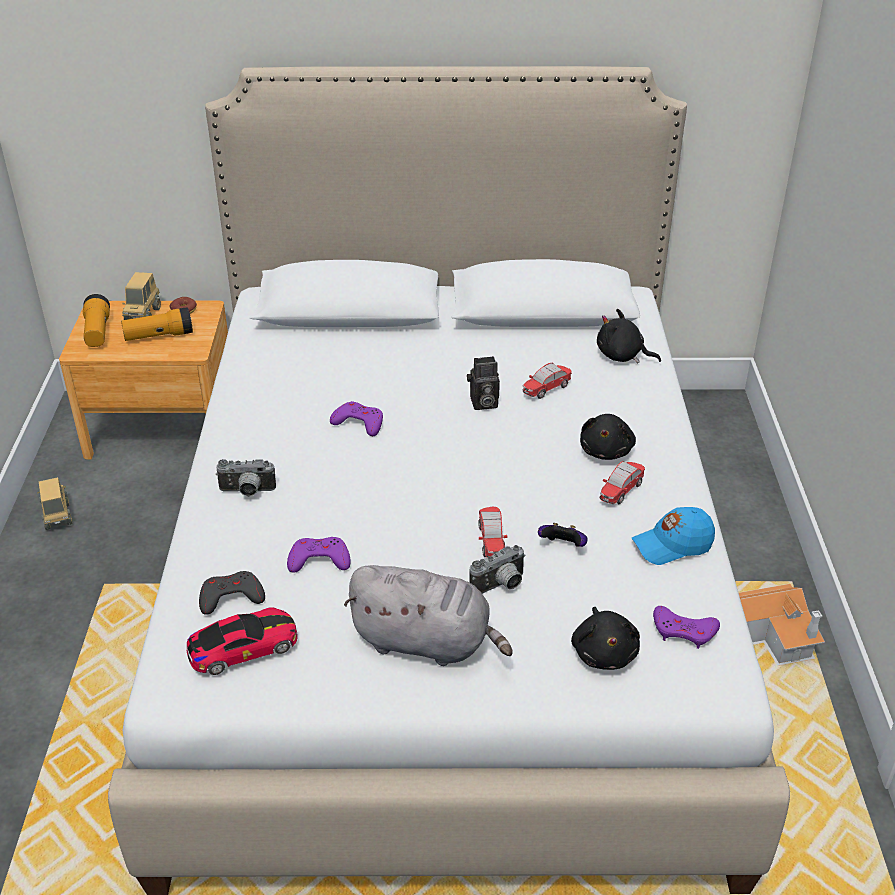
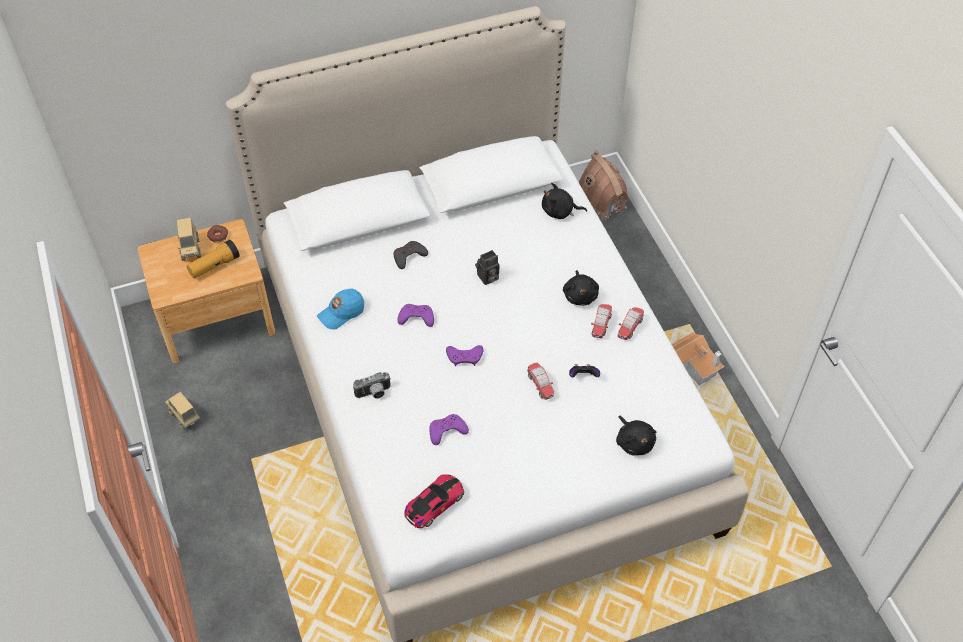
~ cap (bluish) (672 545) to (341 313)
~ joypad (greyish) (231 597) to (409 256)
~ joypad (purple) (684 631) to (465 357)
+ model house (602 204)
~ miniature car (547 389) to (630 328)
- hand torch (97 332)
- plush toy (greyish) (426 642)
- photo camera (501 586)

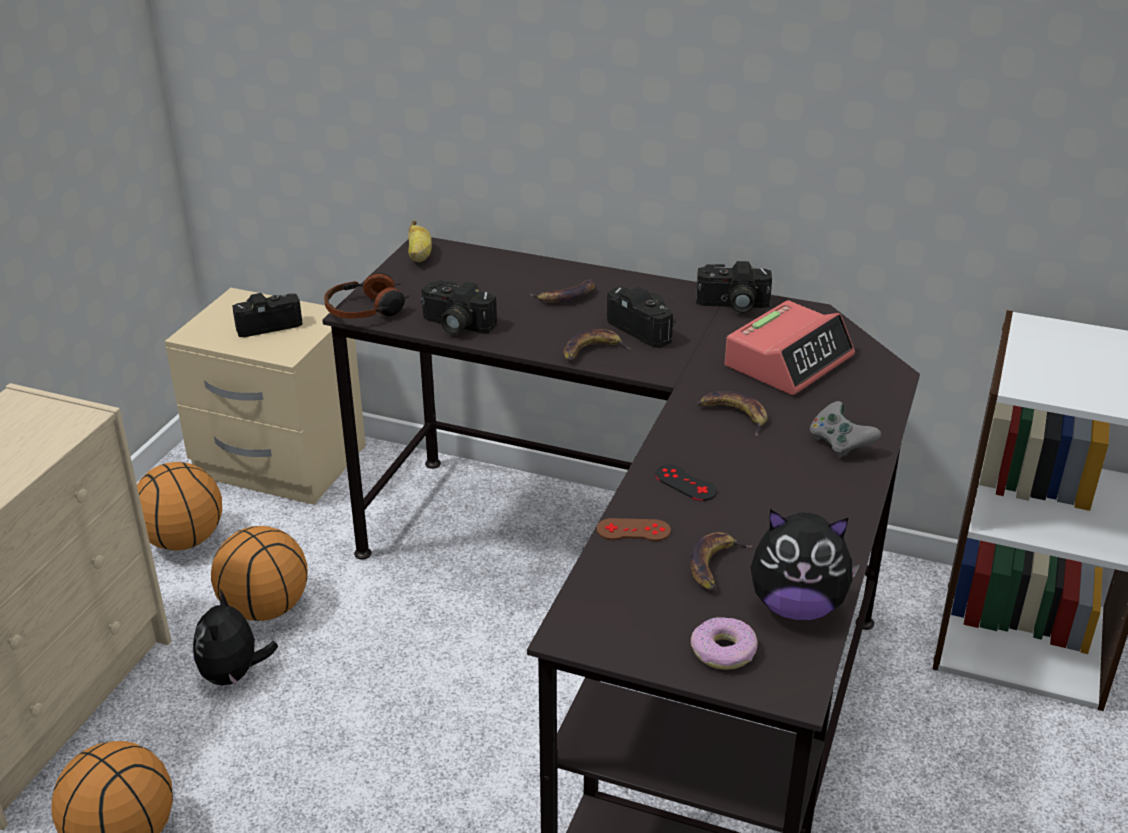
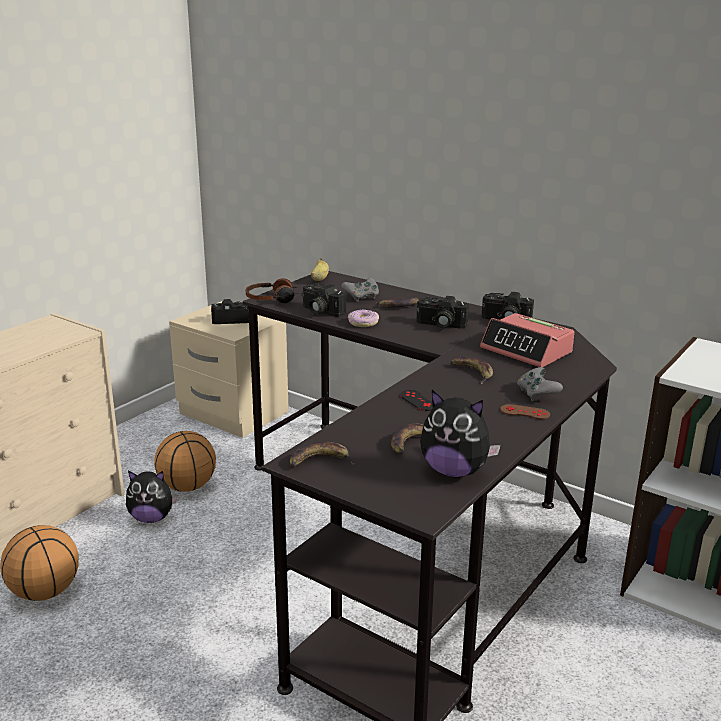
~ plush toy (234 675) = (152 518) 105 degrees counterclockwise
~ whole banana (592 351) to (319 461)
+ joypad (greyish) (361 297)
~ ring doughnut (724 651) to (363 323)
~ photo camera (645 328) = (440 325) 135 degrees clockwise
~ bedside clock (788 361) = (526 351) 75 degrees clockwise
~ joypad (brown-coloured) (633 530) to (524 412)
- basketball (185 540)

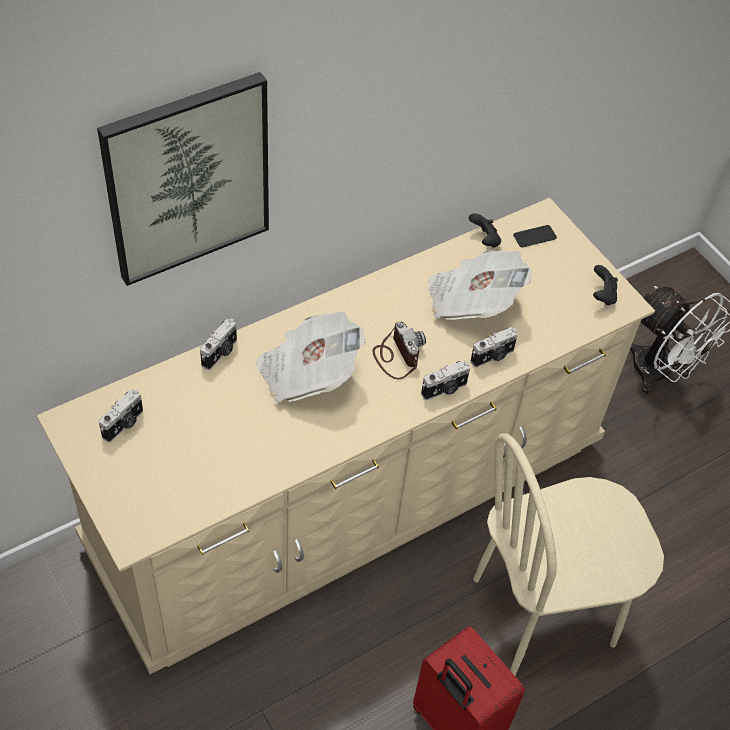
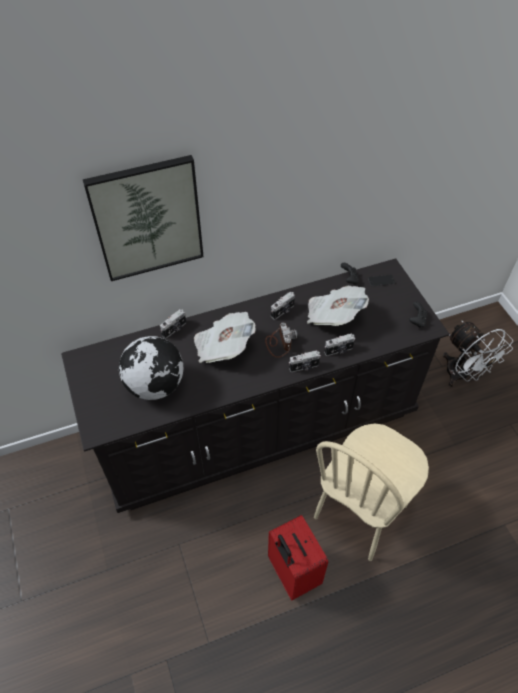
~ chest of drawers (beige-coloured) (350 495) to chest of drawers (black-coloured) (258 424)
+ globe (156 385)
~ photo camera (124 424) to (283 311)
~ plain chair (beige-coloured) (543 613) = (361 512) 45 degrees counterclockwise

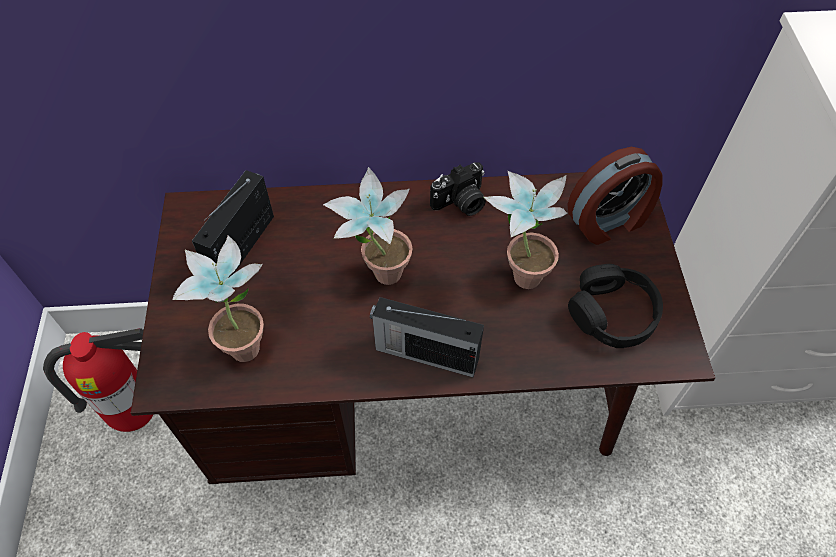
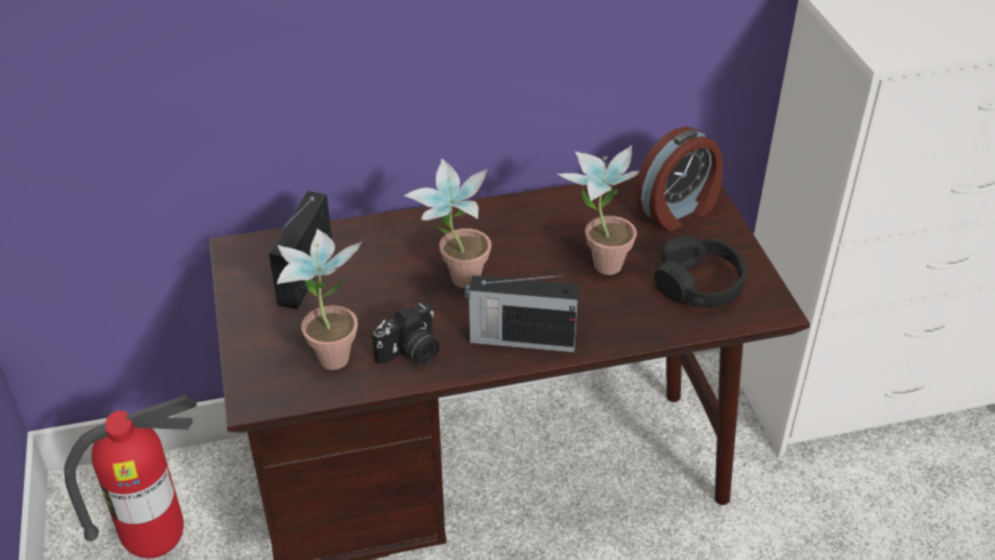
~ photo camera (461 203) to (411 353)

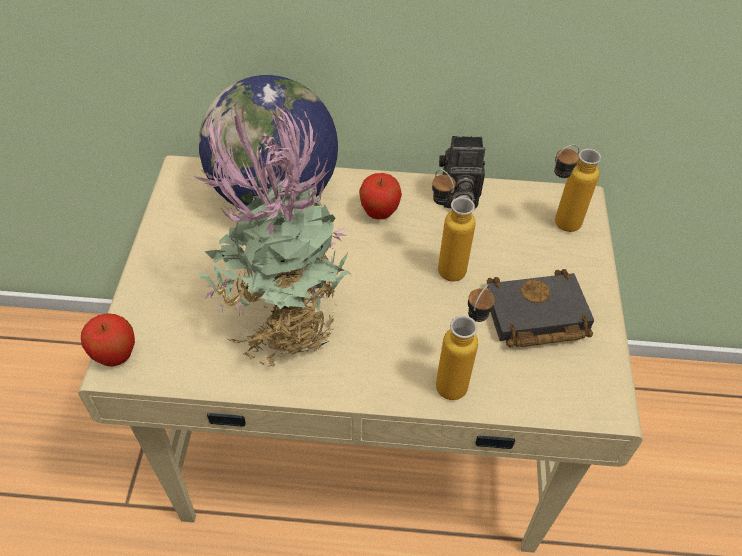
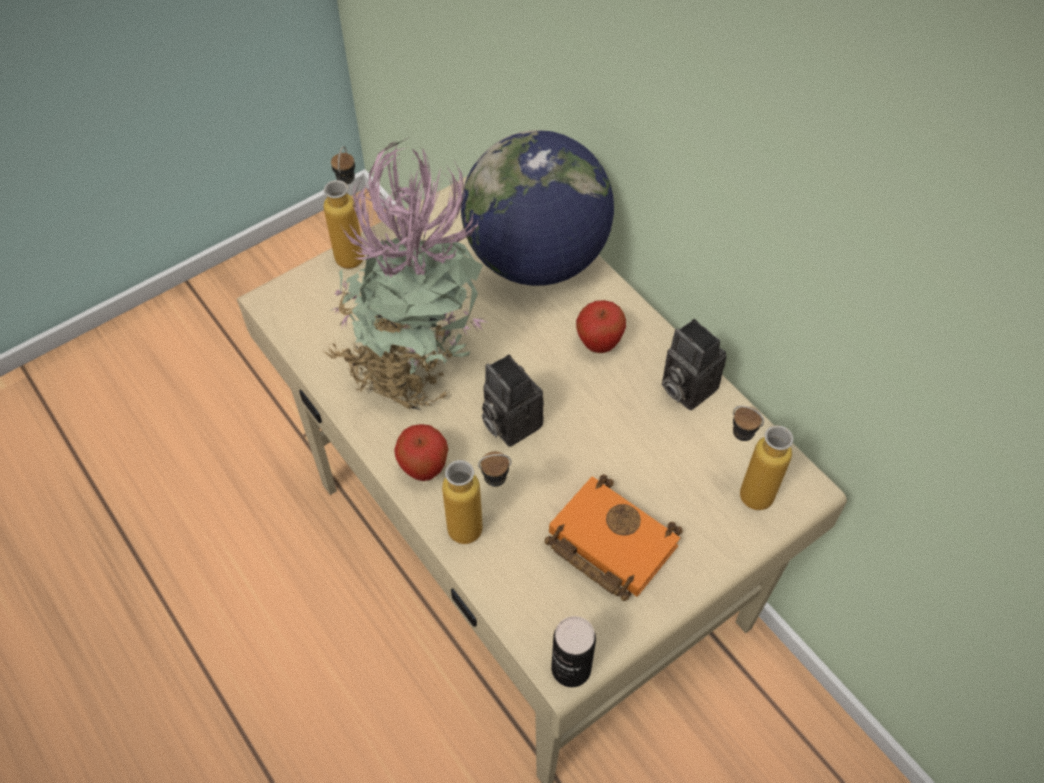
~ beverage bottle (443 264) to (353 249)
~ apple fruit (116 356) to (424 469)
+ photo camera (509 422)
~ bound book (black-coloured) (534 316) to bound book (orangey) (607 542)
+ sealed can (571 668)

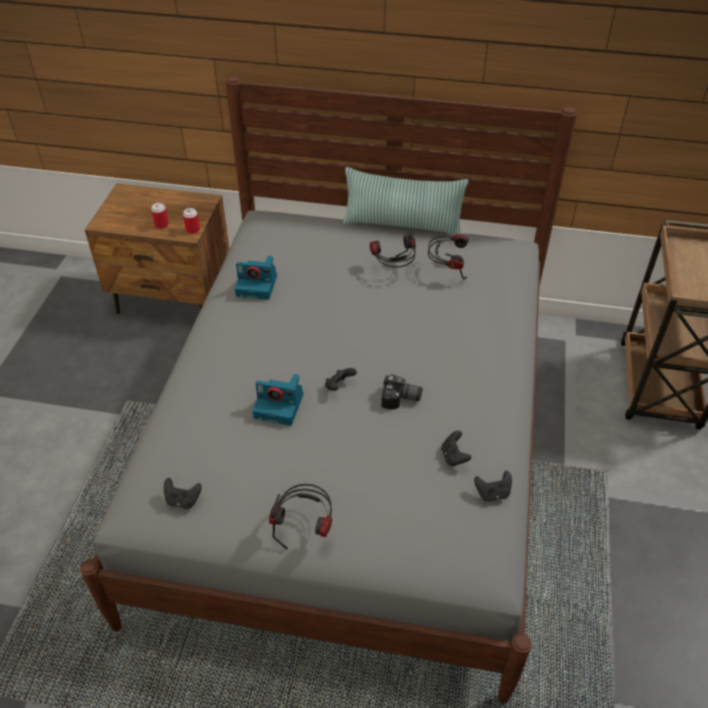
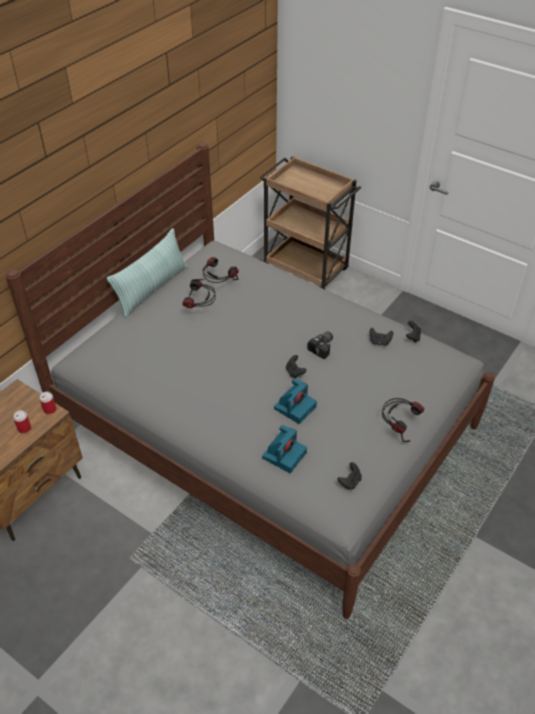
~ photo camera (258 285) to (284 454)

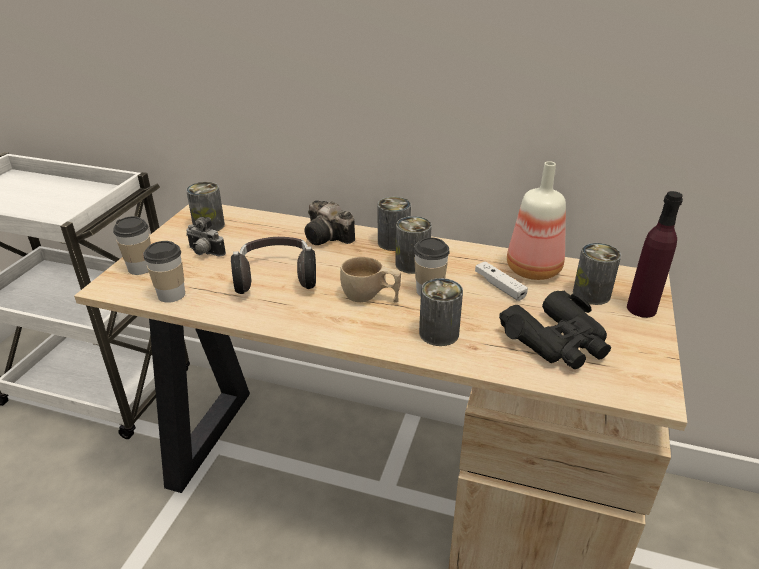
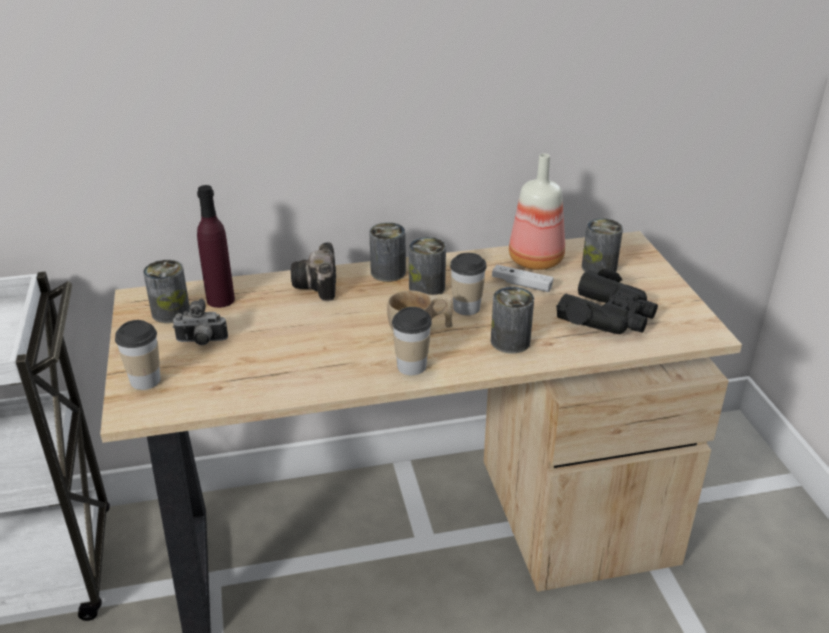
~ beverage bottle (purple) (641 309) to (220 300)
~ photo camera (329 237) = (318 286) 75 degrees clockwise
~ small cup (171 295) to (411 366)
- headset (276 278)

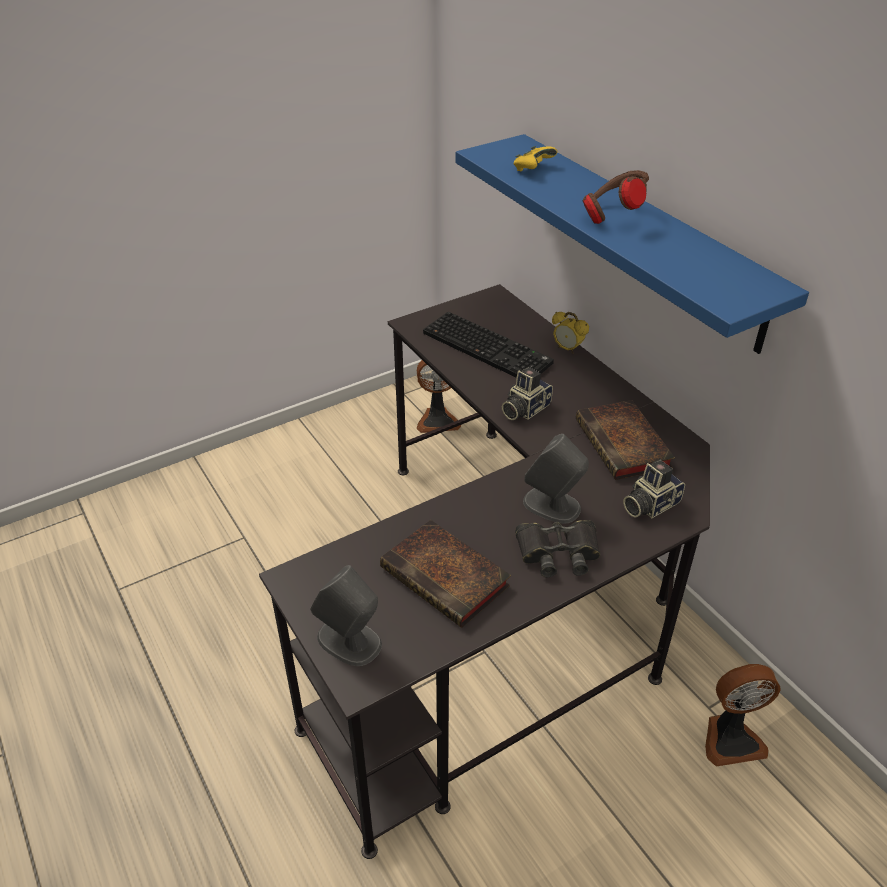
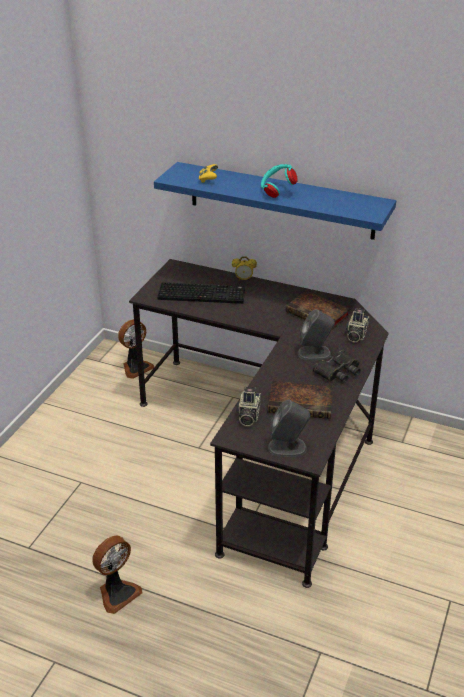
~ cooling fan (731 738) to (117 593)
~ photo camera (524 409) to (248 416)
~ headset (brown-coloured) (613 216) to headset (turquoise) (277 191)

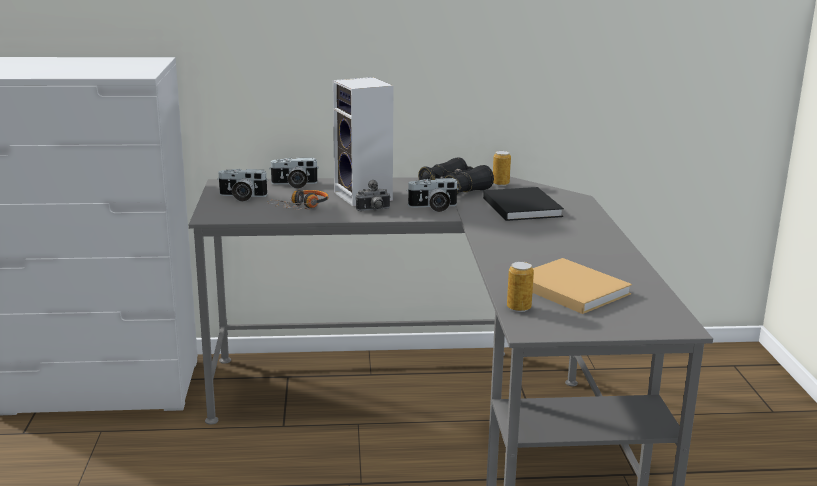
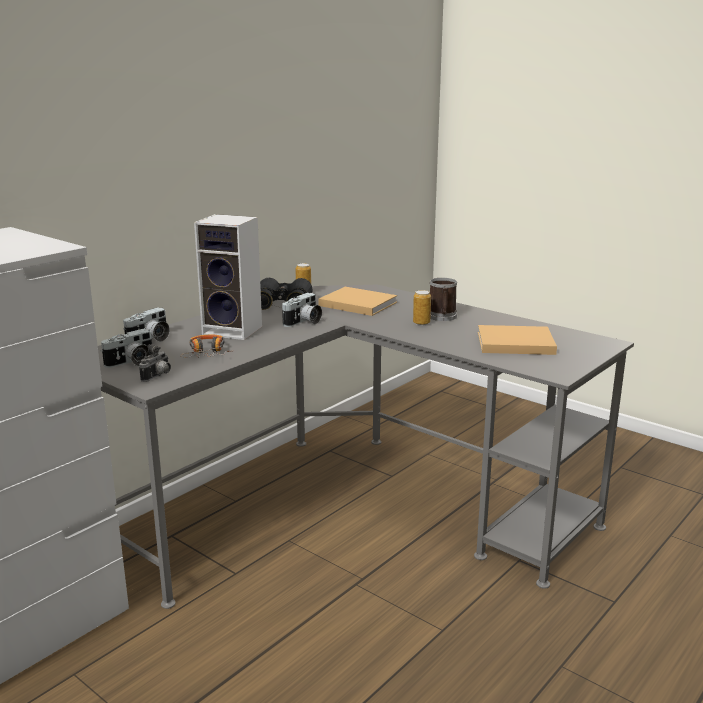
~ photo camera (373 210) to (158 376)
~ bound book (black-coloured) (521 206) to bound book (beige-coloured) (356 303)
~ sealed can (519 308) to (421 323)
+ mug (442 317)

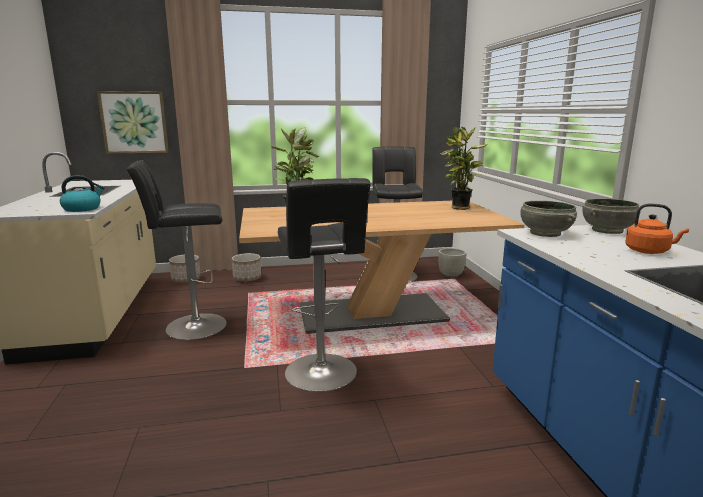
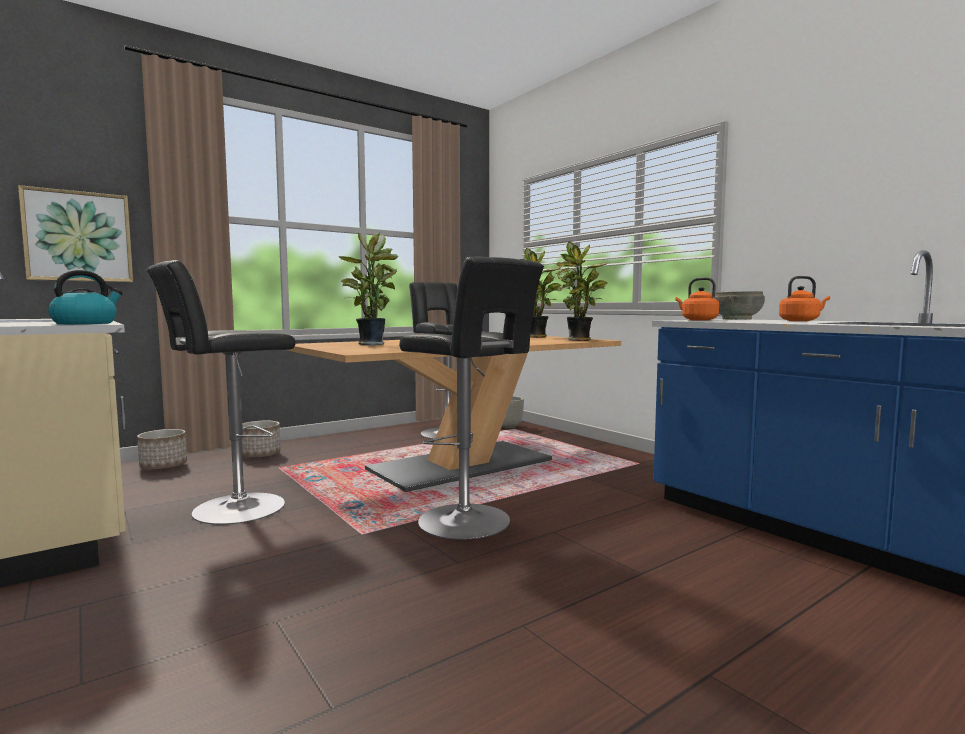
+ plant in a pot (579 340)
~ deep dish (greyish) (544 233) to tea kettle (orangey) (697 320)

